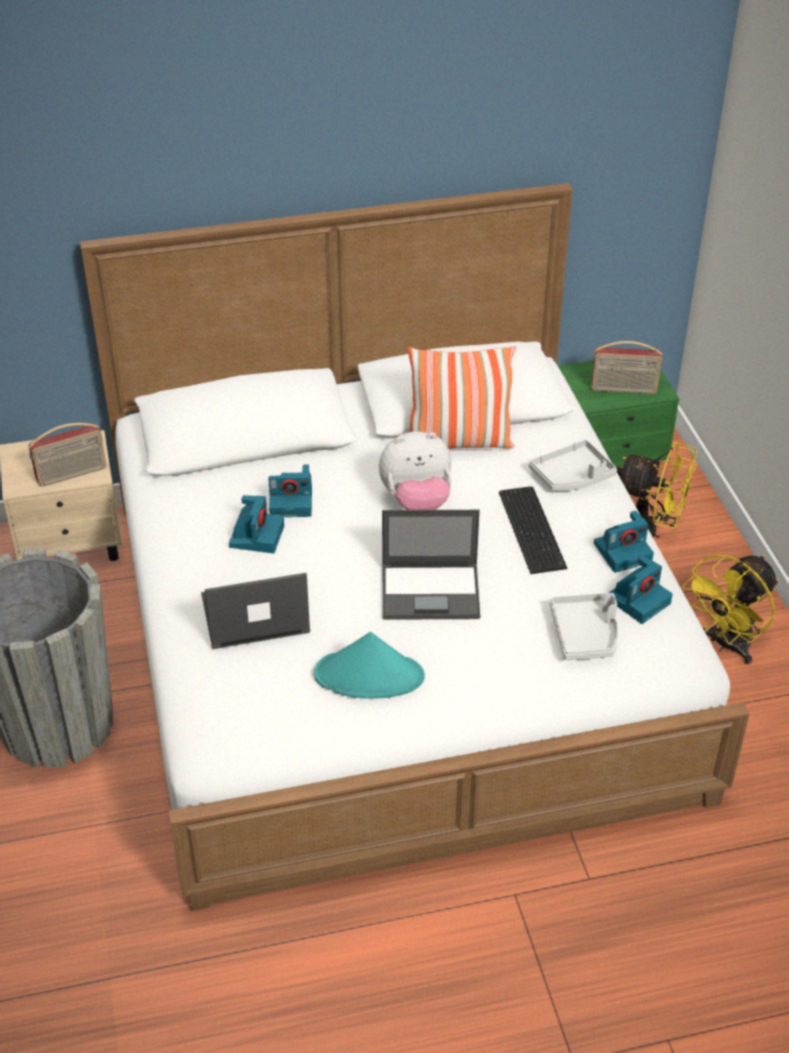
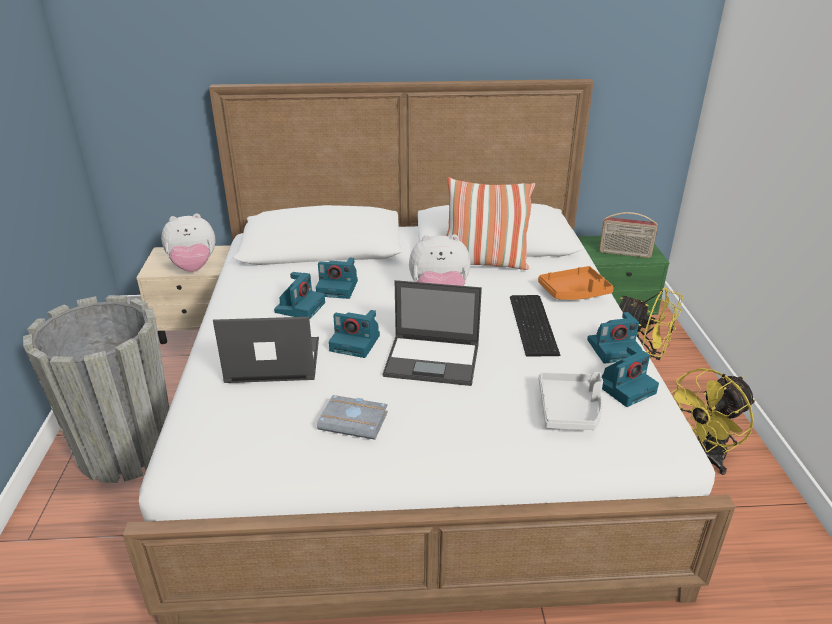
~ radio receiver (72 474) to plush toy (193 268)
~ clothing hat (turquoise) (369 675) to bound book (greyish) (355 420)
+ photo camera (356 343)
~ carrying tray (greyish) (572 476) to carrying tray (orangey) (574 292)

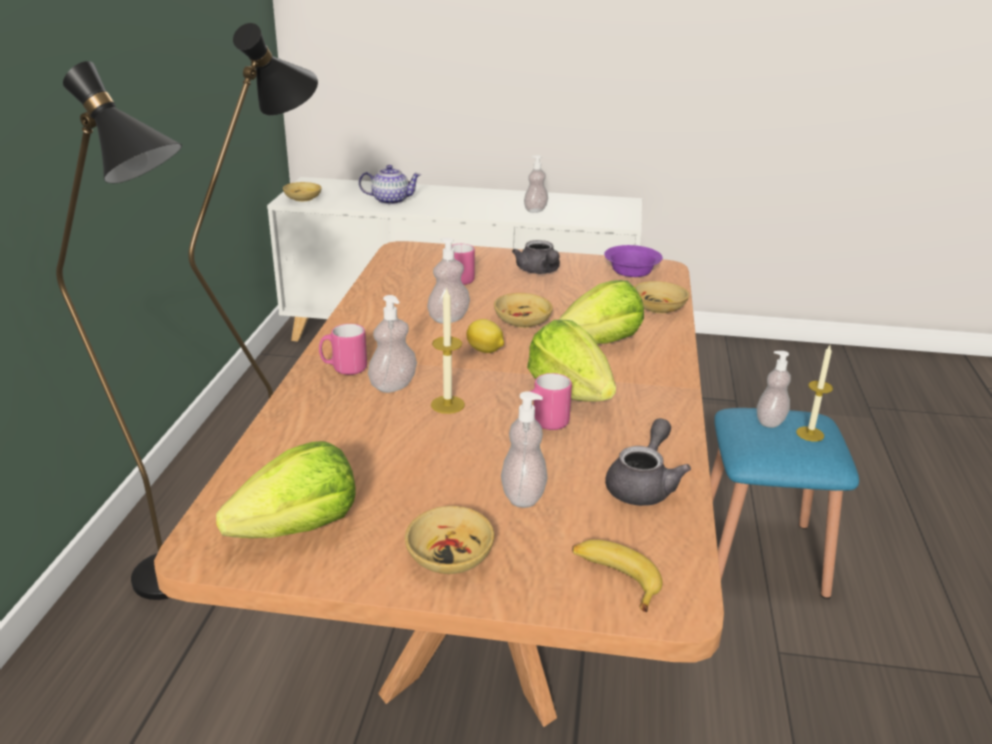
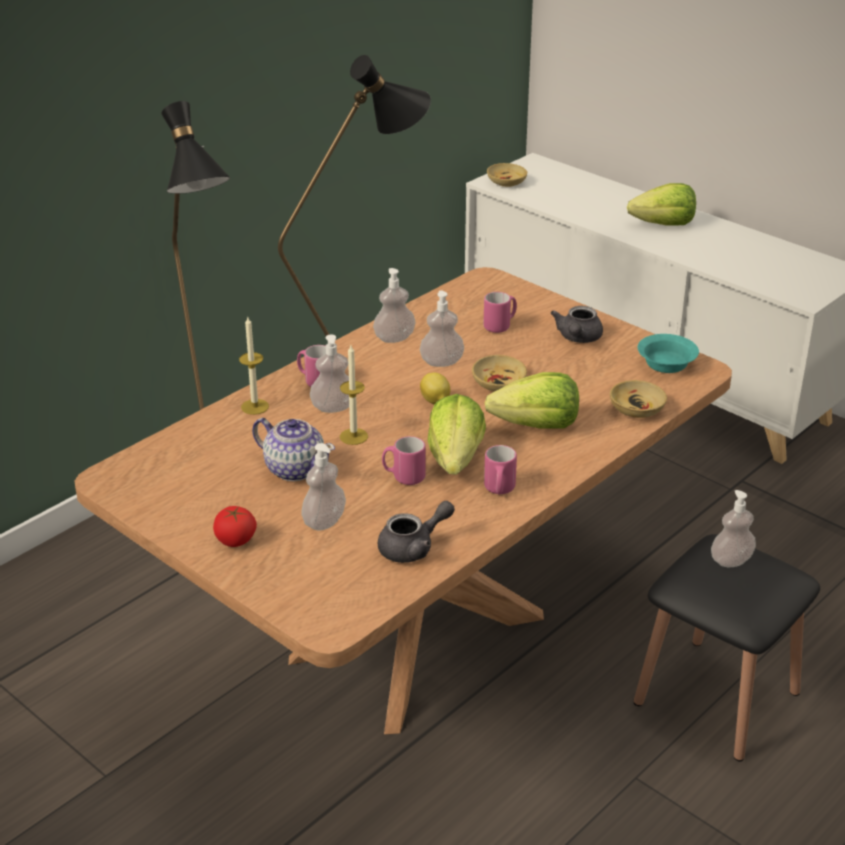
~ deep dish (beige-coloured) (451 556) to whole tomato (235 540)
~ candle (810 434) to (255 407)
~ teapot (390 200) to (295 469)
~ soap dispenser (535 210) to (394 338)
+ mug (pink) (499 490)
~ lettuce head (299 528) to (664 224)
~ sitting stool (bluish) (760 555) to sitting stool (black-coloured) (716 697)
~ deep dish (purple) (632 270) to deep dish (turquoise) (667 364)
- whole banana (615 578)

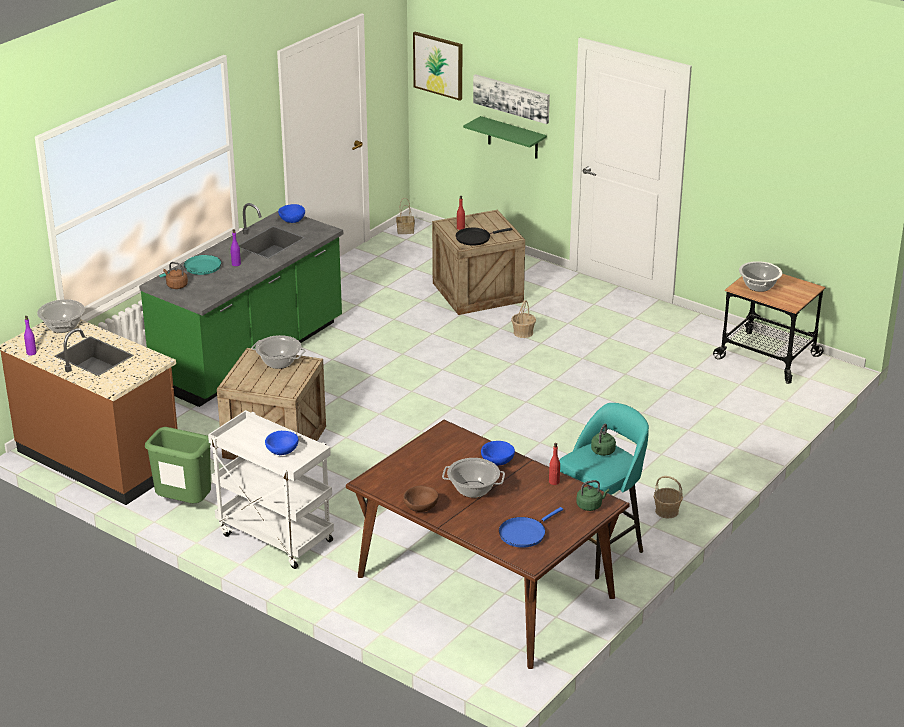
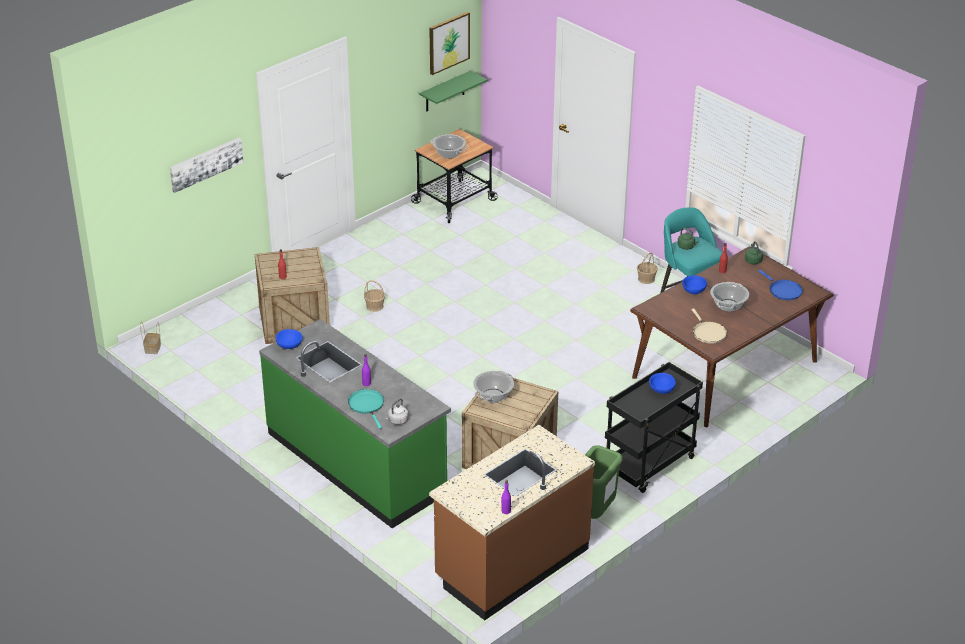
~ tea kettle (brown-coloured) (176 285) to tea kettle (greyish) (397 421)
~ bracket shelf (greenish) (513 138) to (445 92)
~ picture (438 65) to (448 42)
~ trolley (white-coloured) (273 537) to trolley (black-coloured) (649 466)
+ pan (beige-coloured) (708 333)
- stockpot (63 326)
- deep dish (brown-coloured) (421 507)
- pan (black-coloured) (475 238)

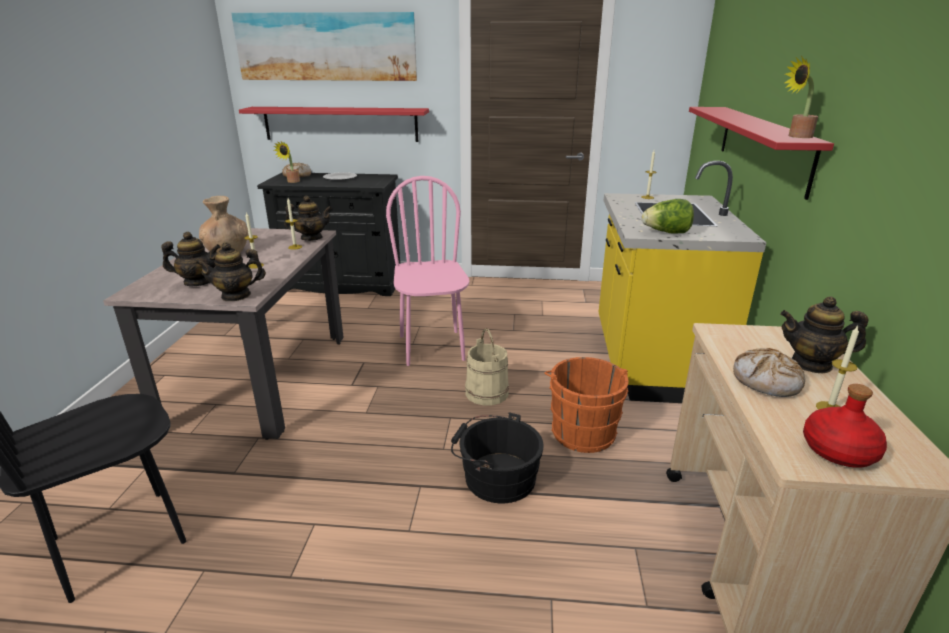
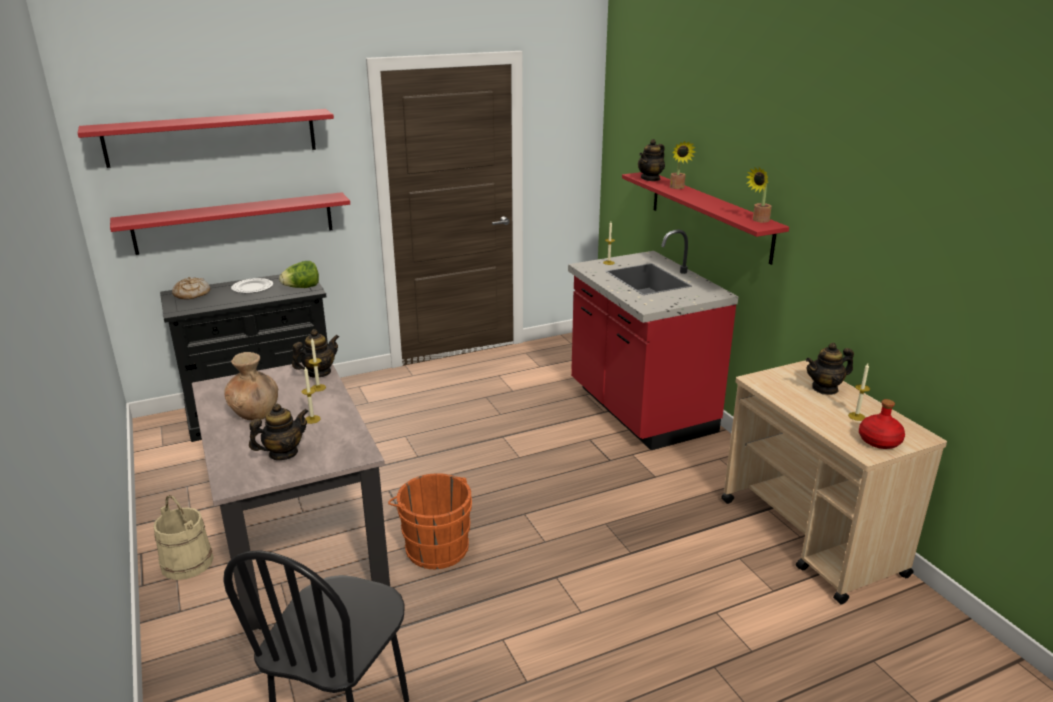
~ picture (326 47) to bracket shelf (red-coloured) (212 137)
~ water bucket (beige-coloured) (487 392) to (187 562)
~ lettuce head (666 232) to (302 288)
~ water bucket (orangey) (582 430) to (435 547)
~ kitchen base unit (yellowish) (650 361) to kitchen base unit (red-coloured) (639 410)
~ teapot (236 295) to (650 178)
~ plant in a pot (292 182) to (678 188)
- plain chair (pink) (432 347)
- water bucket (black-coloured) (495 477)
- bread (767 381)

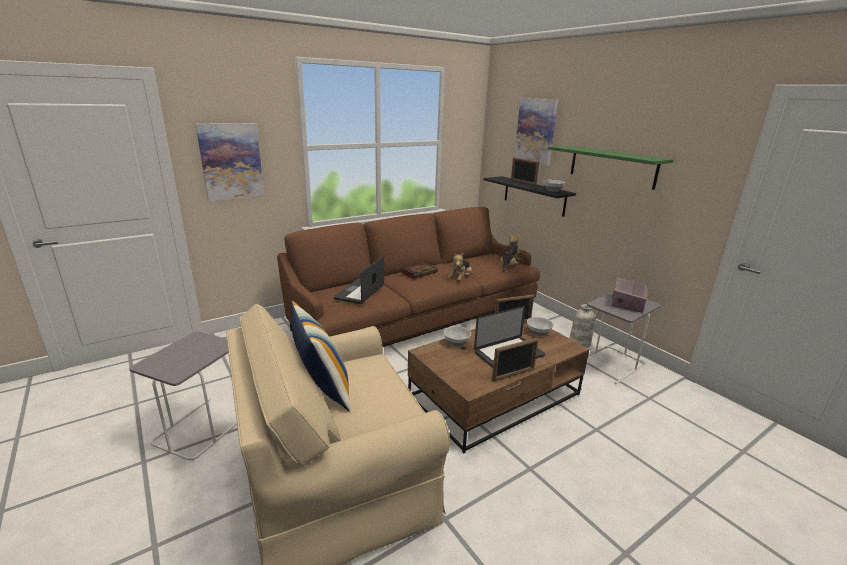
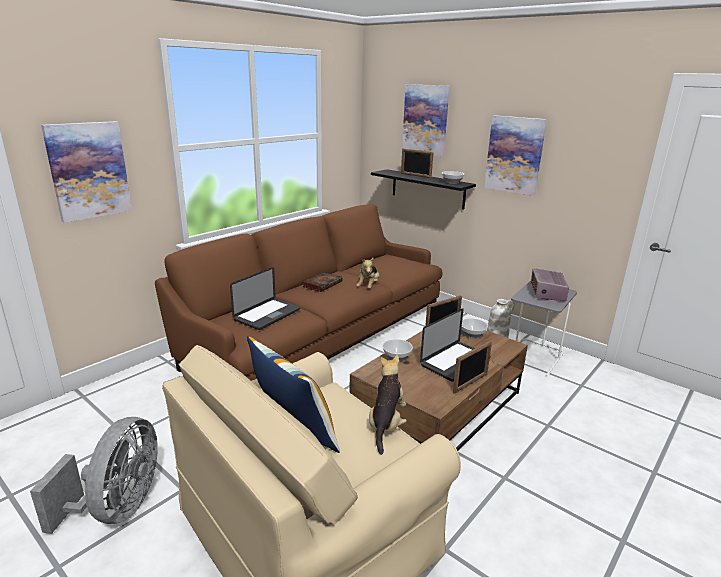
~ side table (greyish) (202 427) to cooling fan (greyish) (118 508)
~ portable computer (359 292) = (267 315) 150 degrees counterclockwise
~ plush toy (509 266) to (386 424)
~ bracket shelf (greenish) (612 166) to picture (514 155)

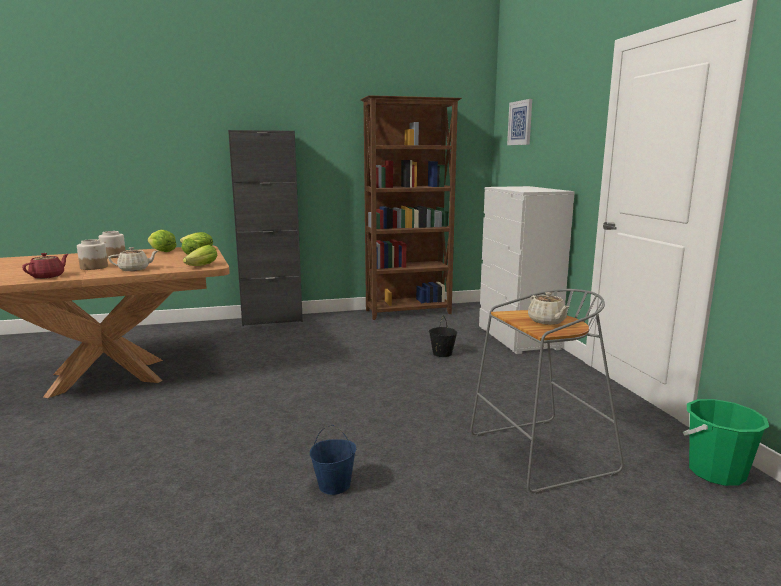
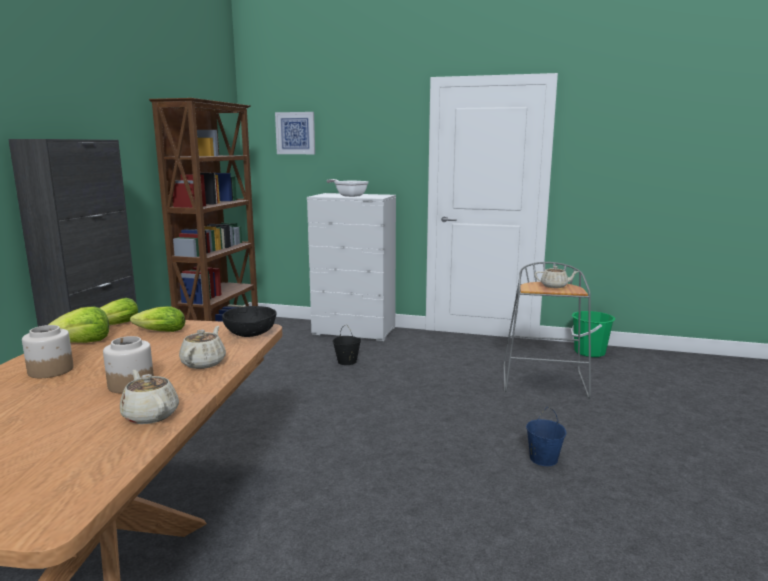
~ teapot (red-coloured) (48 276) to teapot (beige-coloured) (150 415)
~ lettuce head (200 266) to deep dish (black-coloured) (250 333)
+ pan (349 195)

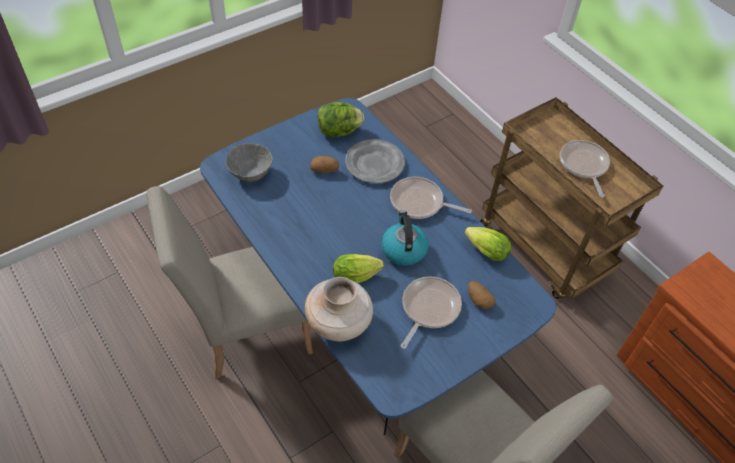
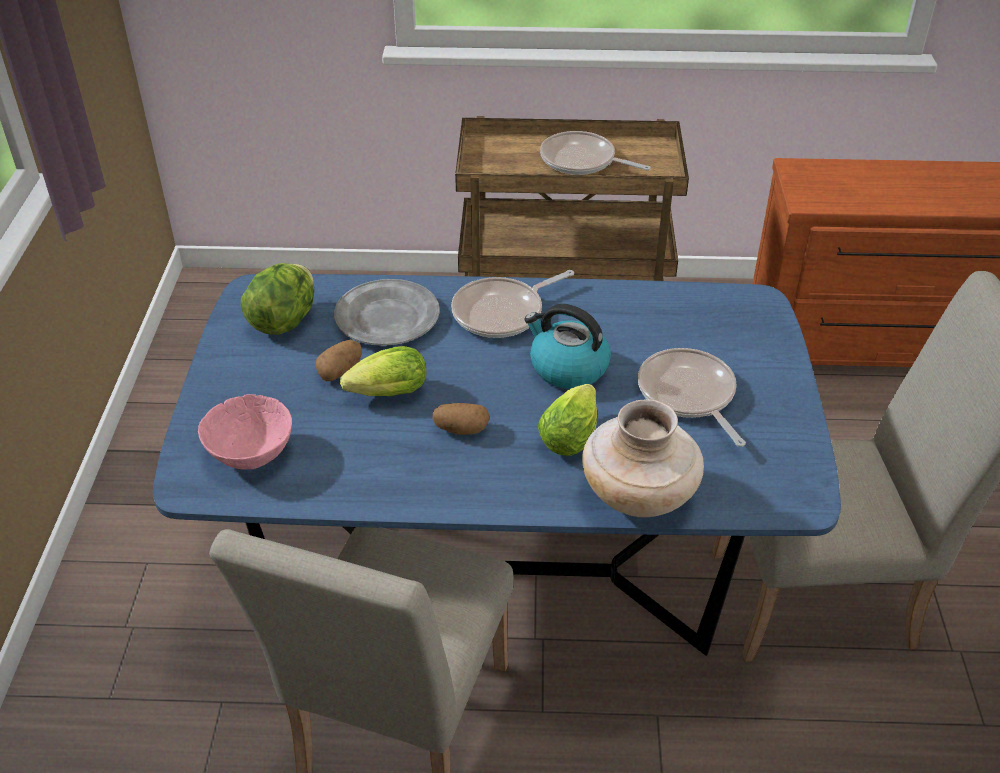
~ deep dish (greyish) (250 173) to deep dish (pink) (251 454)
~ lettuce head (484 250) to (384 394)
~ potato (478 300) to (461 429)

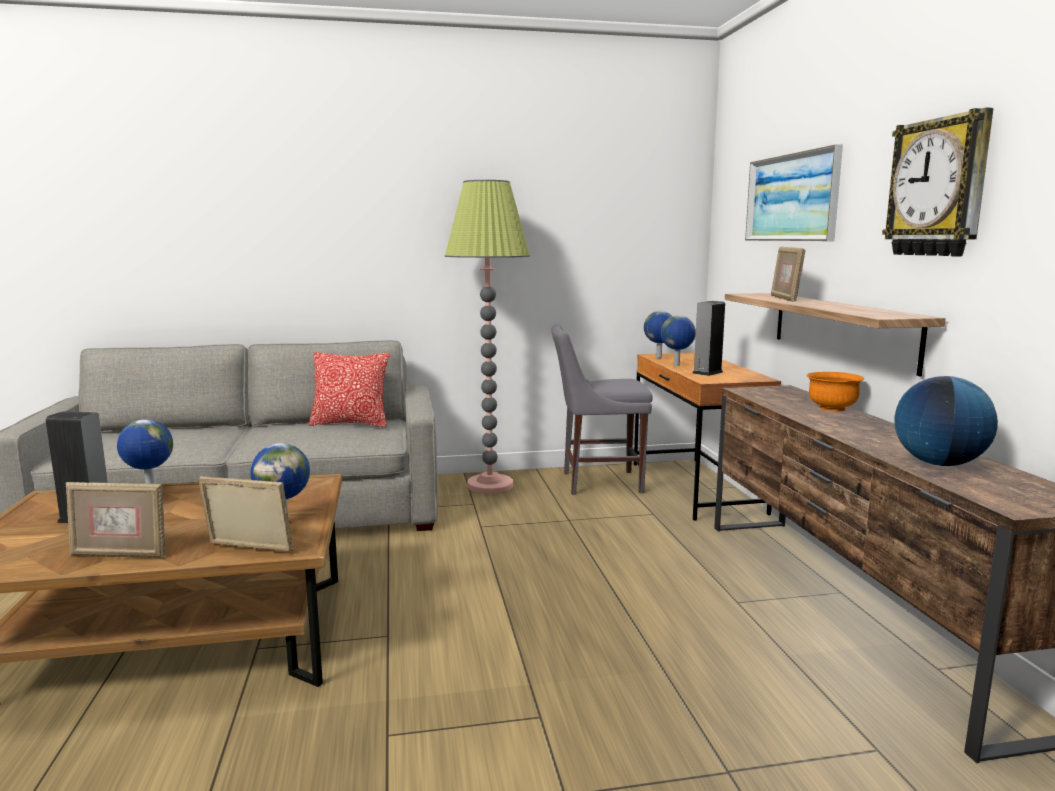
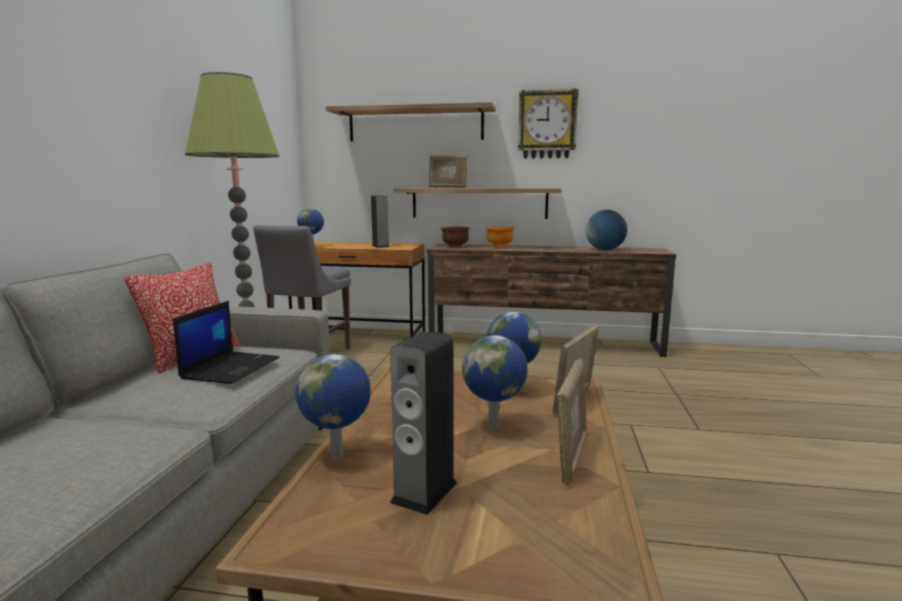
+ portable computer (231 368)
~ picture (791 198) to bracket shelf (415 125)
+ deep dish (brown-coloured) (455 246)
~ globe (677 365) to (495 426)

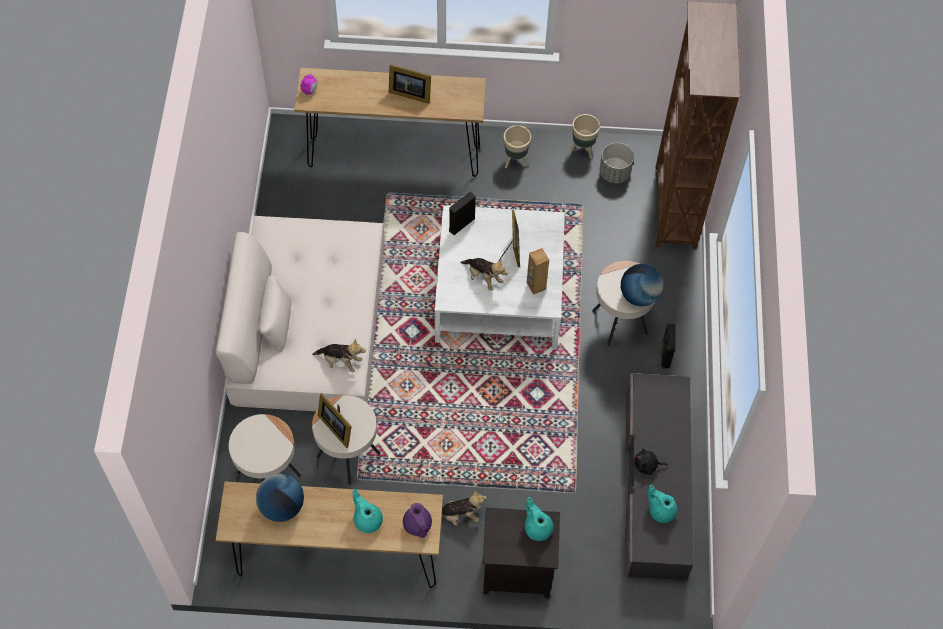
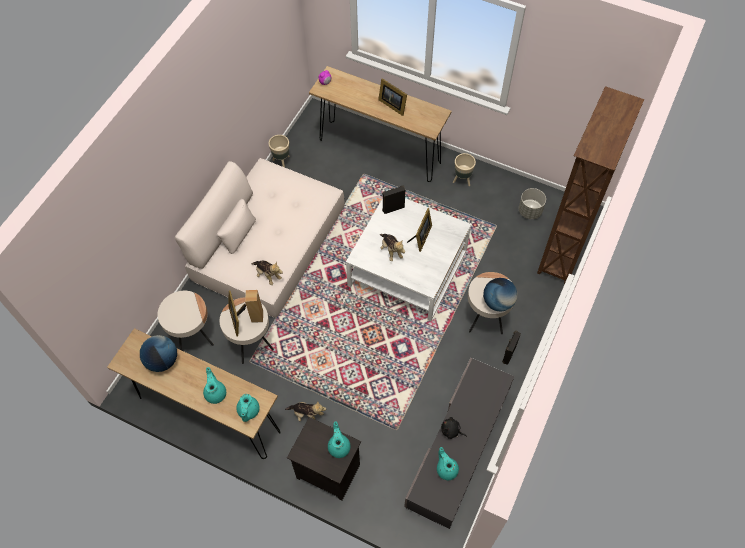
~ teapot (purple) (417 526) to teapot (turquoise) (248 411)
~ loudspeaker (brown-coloured) (535 286) to (257 316)
~ planter (beige-coloured) (582 149) to (282 161)

